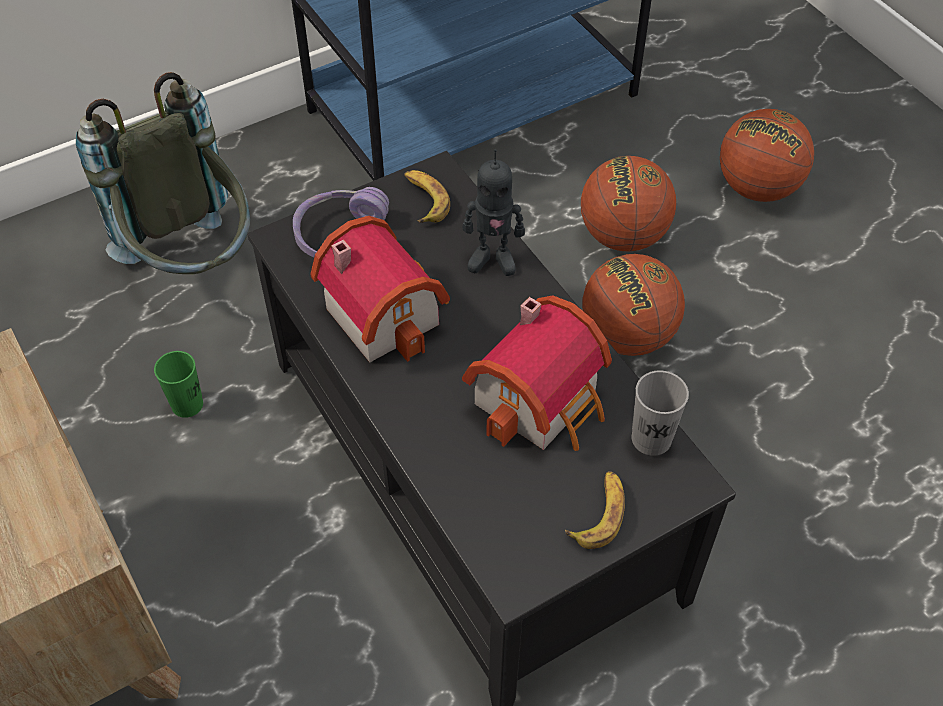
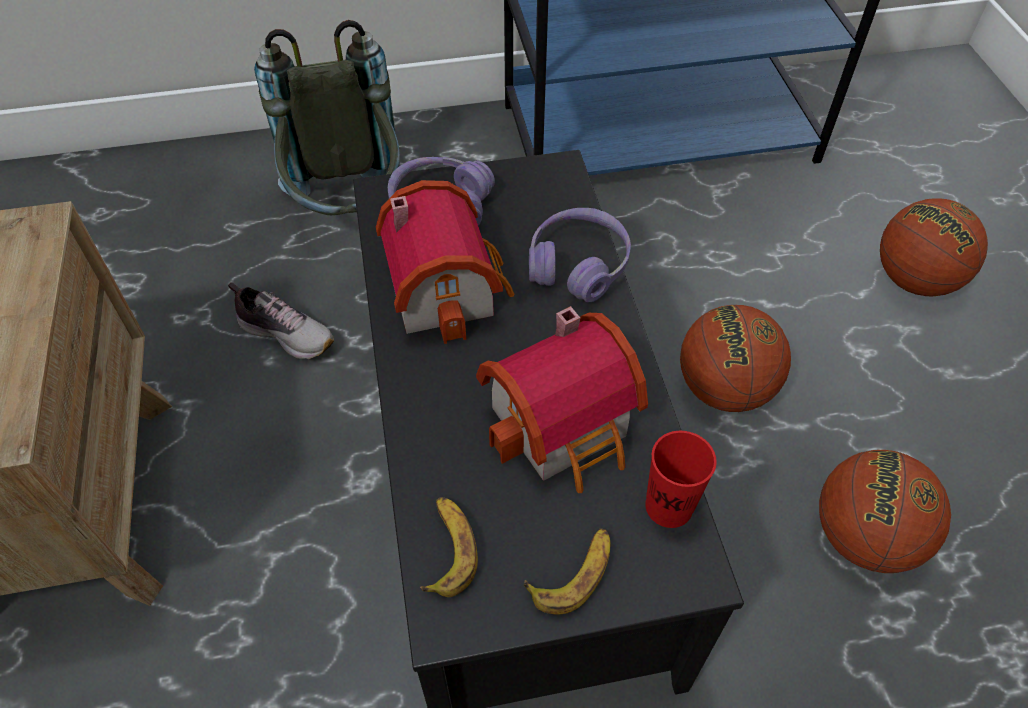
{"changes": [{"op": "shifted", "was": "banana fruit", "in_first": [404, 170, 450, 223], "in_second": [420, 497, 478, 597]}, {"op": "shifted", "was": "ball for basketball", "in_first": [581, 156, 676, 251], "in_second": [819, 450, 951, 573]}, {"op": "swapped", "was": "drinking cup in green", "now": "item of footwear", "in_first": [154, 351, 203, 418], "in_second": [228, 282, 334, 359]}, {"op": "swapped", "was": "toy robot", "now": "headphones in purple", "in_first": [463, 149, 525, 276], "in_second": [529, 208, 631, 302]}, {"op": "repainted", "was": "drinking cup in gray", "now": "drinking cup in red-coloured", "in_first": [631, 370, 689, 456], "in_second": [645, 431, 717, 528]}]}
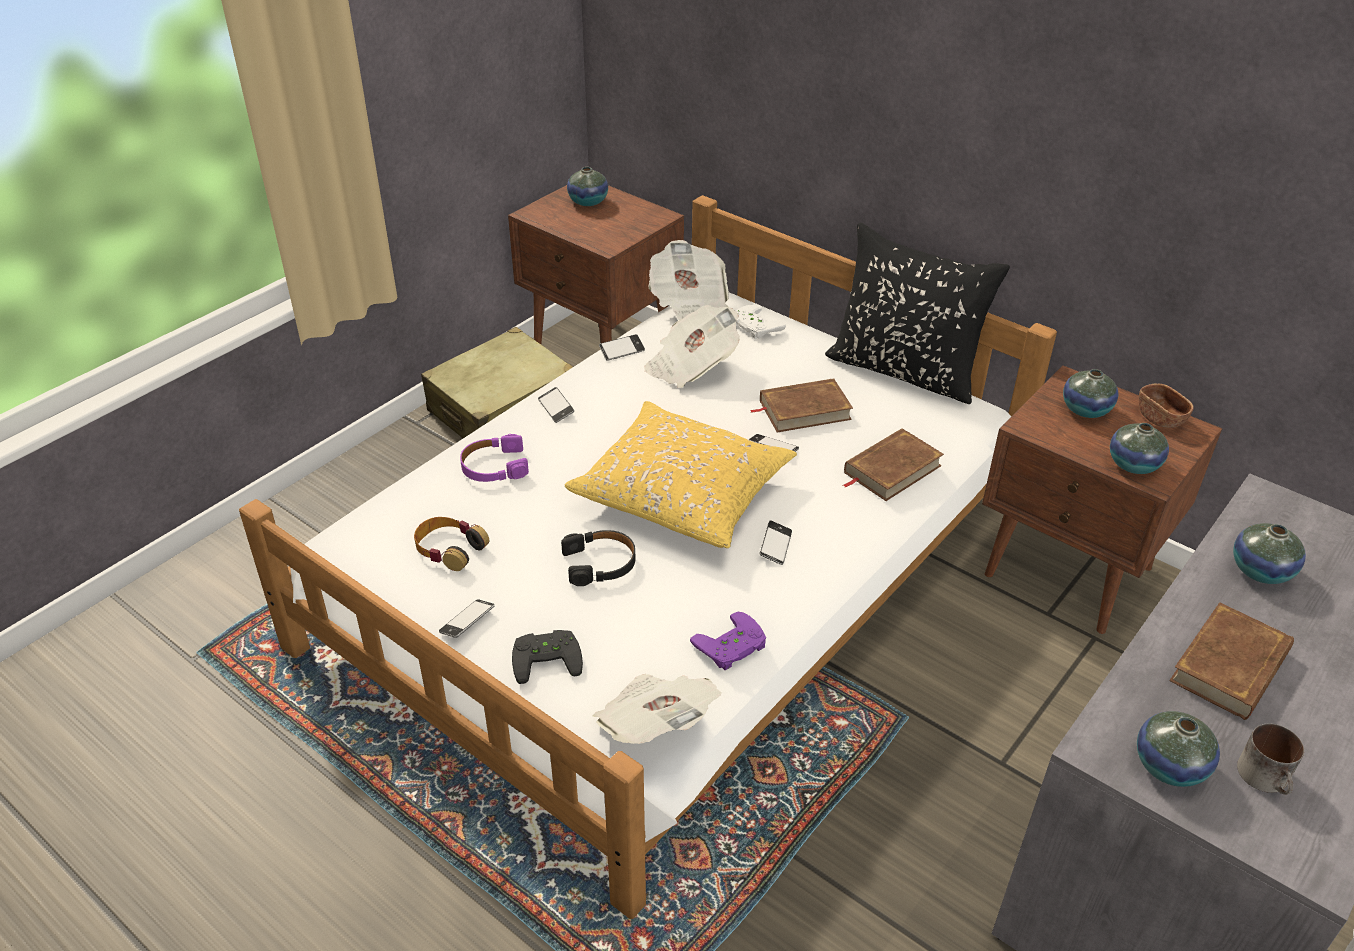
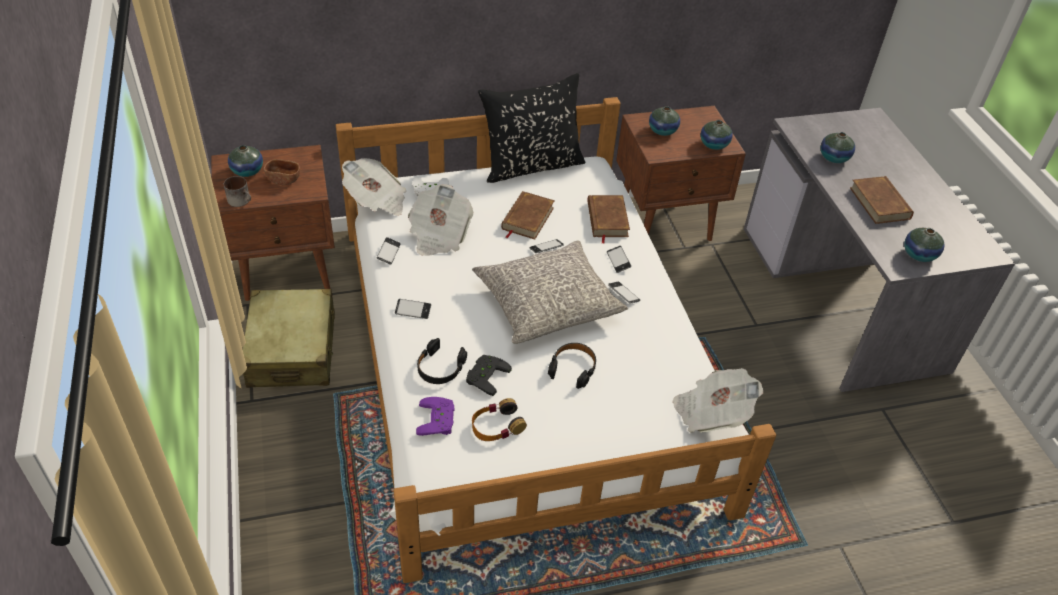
{"changes": [{"op": "shifted", "was": "telephone", "in_first": [439, 599, 494, 638], "in_second": [607, 246, 631, 273]}, {"op": "shifted", "was": "joypad in blackish", "in_first": [512, 630, 583, 684], "in_second": [466, 355, 512, 396]}, {"op": "shifted", "was": "joypad in purple", "in_first": [690, 612, 766, 670], "in_second": [416, 397, 454, 436]}, {"op": "shifted", "was": "deep dish in brownish", "in_first": [1139, 384, 1194, 428], "in_second": [264, 159, 300, 185]}, {"op": "shifted", "was": "mug", "in_first": [1237, 724, 1304, 795], "in_second": [224, 176, 251, 207]}, {"op": "repainted", "was": "headphones in purple", "now": "headphones in blackish", "in_first": [460, 434, 529, 482], "in_second": [417, 338, 467, 384]}, {"op": "repainted", "was": "throw pillow in yellow", "now": "throw pillow in gray", "in_first": [565, 401, 797, 548], "in_second": [472, 240, 628, 344]}]}
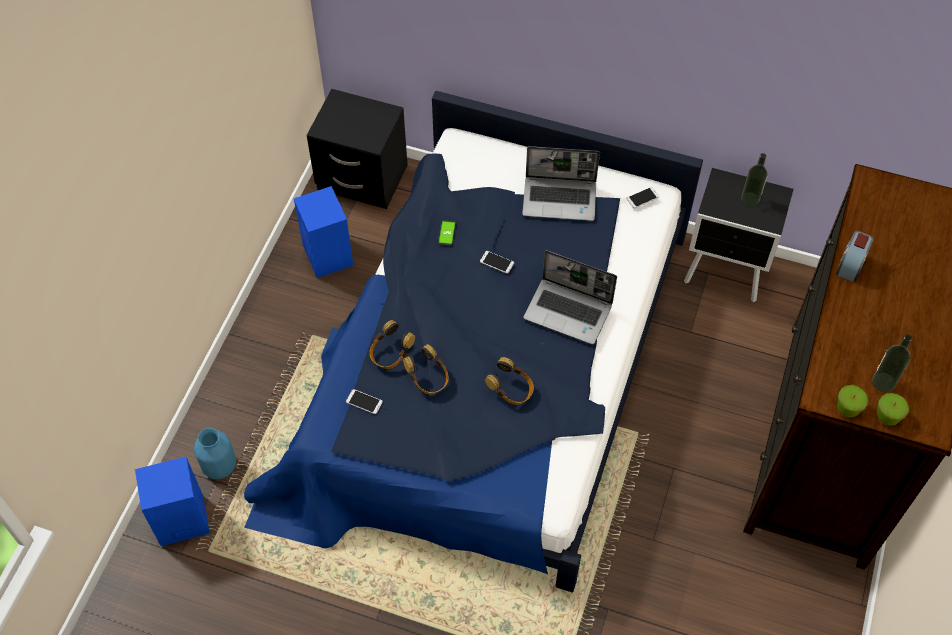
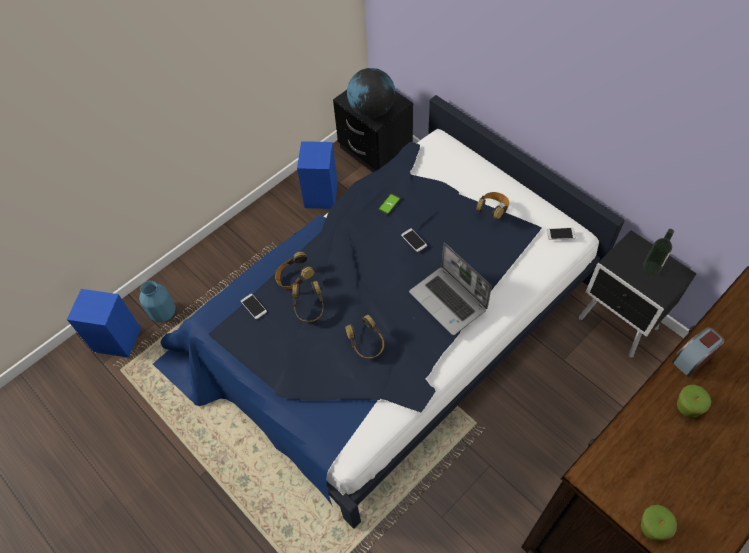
{"changes": [{"op": "gone", "was": "bottle", "in_first": [872, 334, 912, 392]}, {"op": "new", "now": "desk globe", "in_second": [347, 68, 395, 118]}, {"op": "shifted", "was": "apple", "in_first": [837, 385, 868, 417], "in_second": [677, 385, 711, 417]}, {"op": "swapped", "was": "notebook computer", "now": "headphones", "in_first": [522, 146, 600, 221], "in_second": [476, 192, 509, 219]}]}
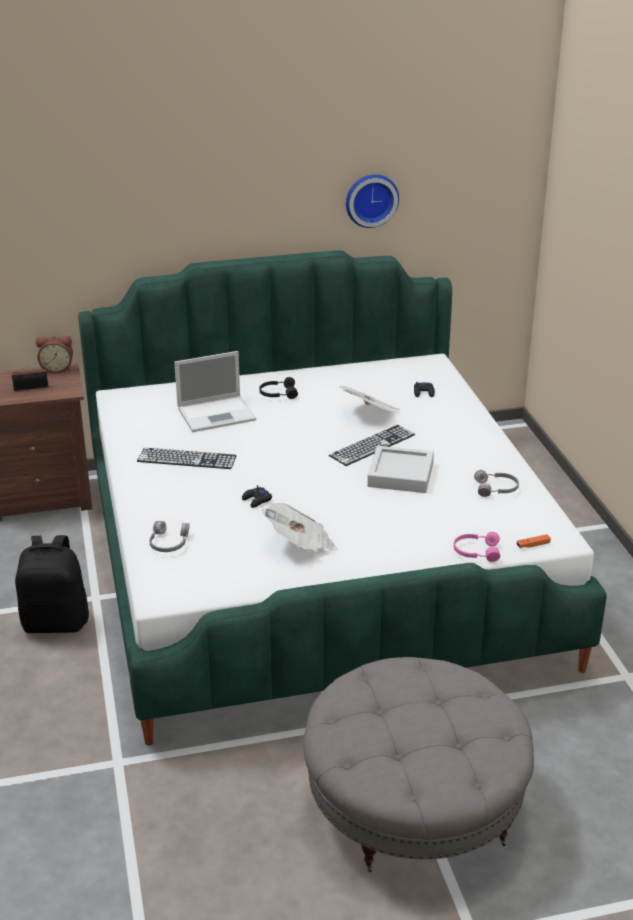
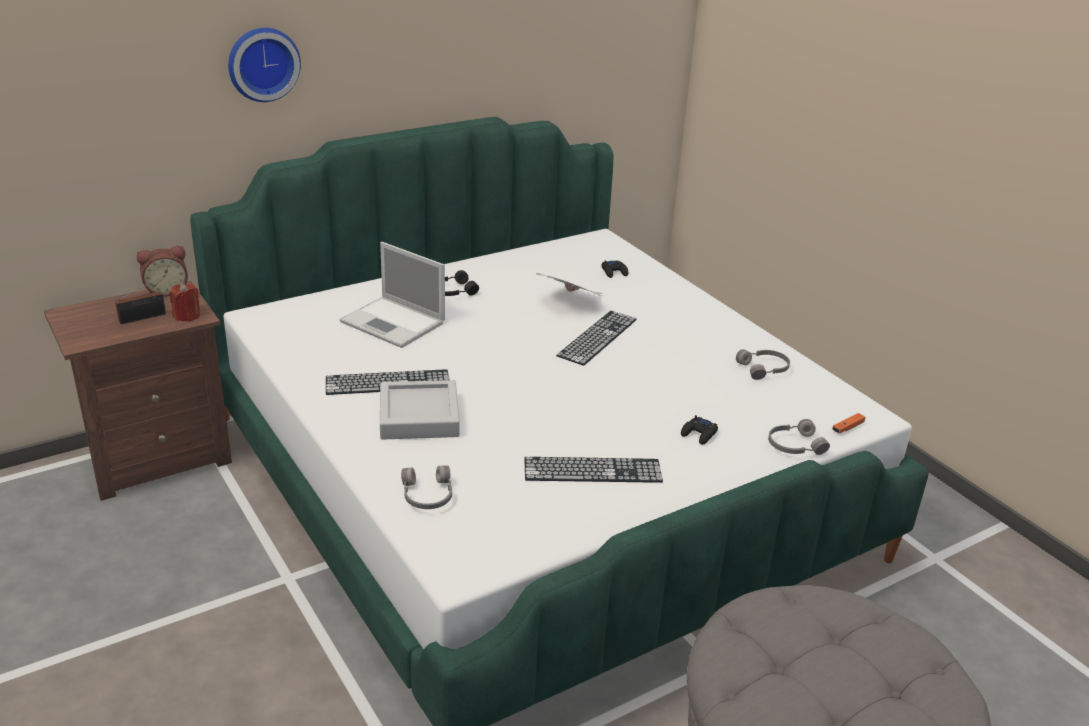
{"changes": [{"op": "gone", "was": "rucksack in blackish", "in_first": [15, 535, 89, 633]}, {"op": "new", "now": "candle in red-coloured", "in_second": [170, 283, 200, 322]}, {"op": "shifted", "was": "joypad in blackish", "in_first": [242, 485, 272, 508], "in_second": [681, 415, 718, 445]}, {"op": "shifted", "was": "wall clock", "in_first": [346, 174, 399, 228], "in_second": [228, 28, 301, 102]}, {"op": "shifted", "was": "tray in gray", "in_first": [367, 446, 434, 493], "in_second": [380, 380, 460, 440]}, {"op": "swapped", "was": "newspaper", "now": "keyboard", "in_first": [262, 503, 338, 552], "in_second": [524, 457, 663, 483]}, {"op": "repainted", "was": "headphones in pink", "now": "headphones in gray", "in_first": [453, 532, 500, 562], "in_second": [768, 419, 830, 455]}, {"op": "rotated", "was": "notebook computer", "in_first": [174, 351, 256, 432], "in_second": [340, 242, 445, 348], "clockwise": 75}]}
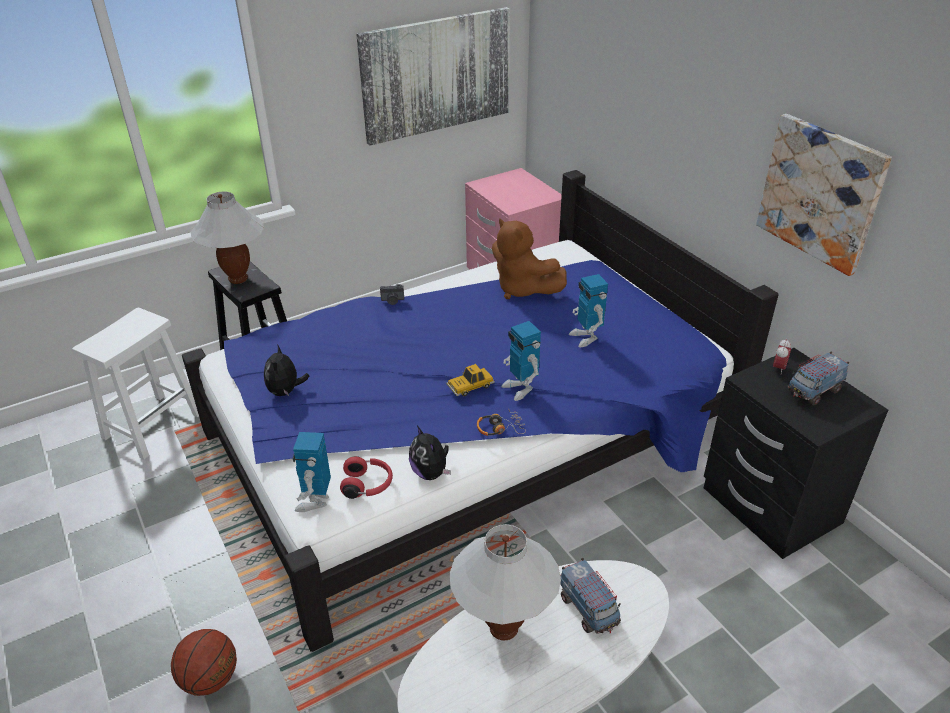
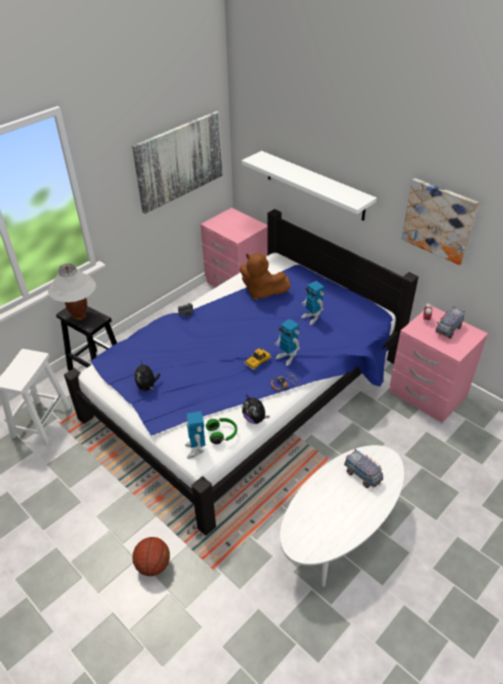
{"changes": [{"op": "gone", "was": "lamp for a table in whitish", "in_first": [450, 524, 561, 641]}, {"op": "new", "now": "shelf in whitish", "in_second": [242, 151, 377, 221]}, {"op": "repainted", "was": "headphones in red-coloured", "now": "headphones in green", "in_first": [340, 456, 393, 499], "in_second": [206, 418, 237, 444]}, {"op": "repainted", "was": "nightstand in blackish", "now": "nightstand in pink", "in_first": [704, 348, 888, 559], "in_second": [389, 306, 488, 423]}]}
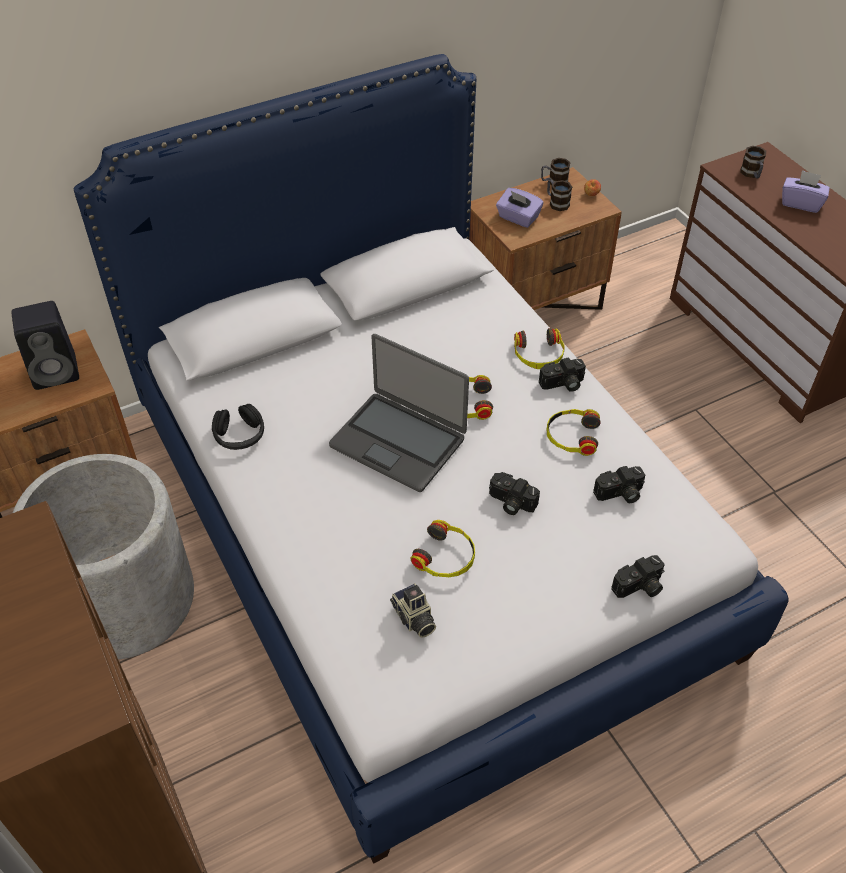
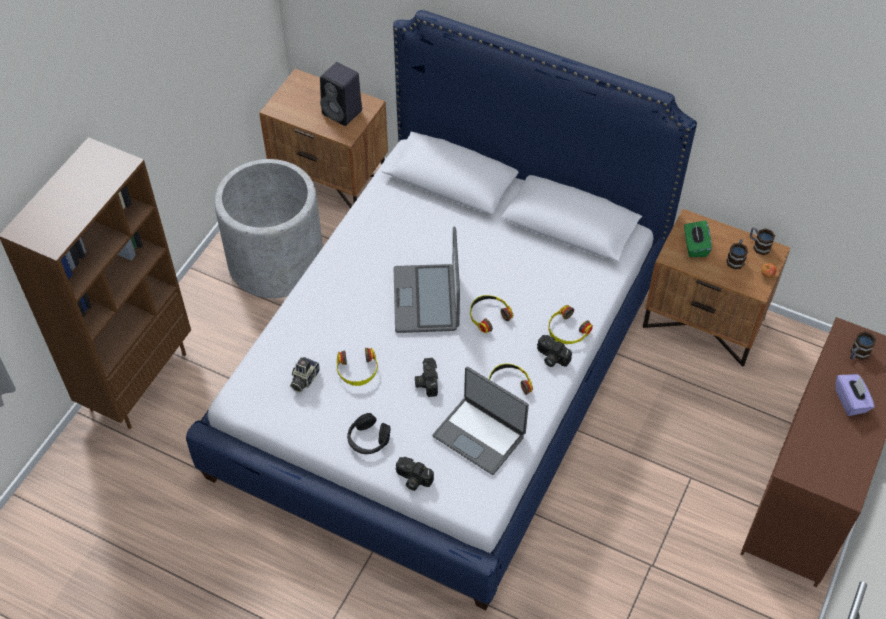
{"changes": [{"op": "shifted", "was": "headphones in blackish", "in_first": [212, 404, 264, 450], "in_second": [347, 413, 390, 454]}, {"op": "swapped", "was": "still camera", "now": "notebook computer", "in_first": [593, 466, 645, 503], "in_second": [432, 367, 529, 475]}, {"op": "repainted", "was": "tissue holder in purple", "now": "tissue holder in green", "in_first": [496, 188, 544, 228], "in_second": [684, 220, 712, 257]}]}
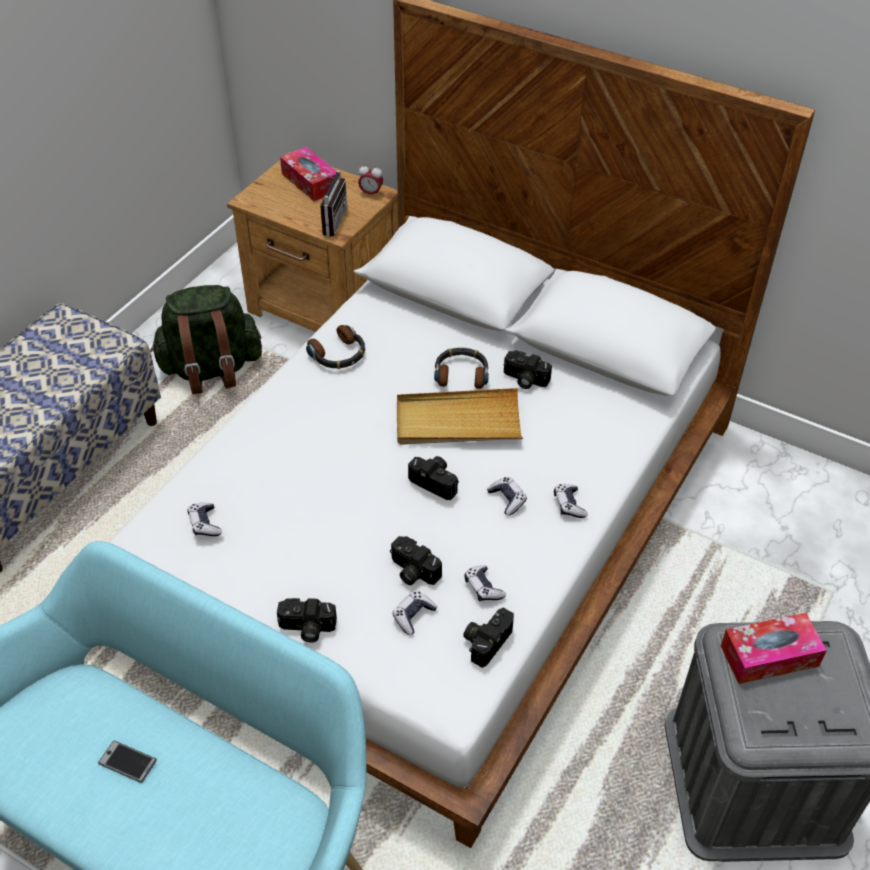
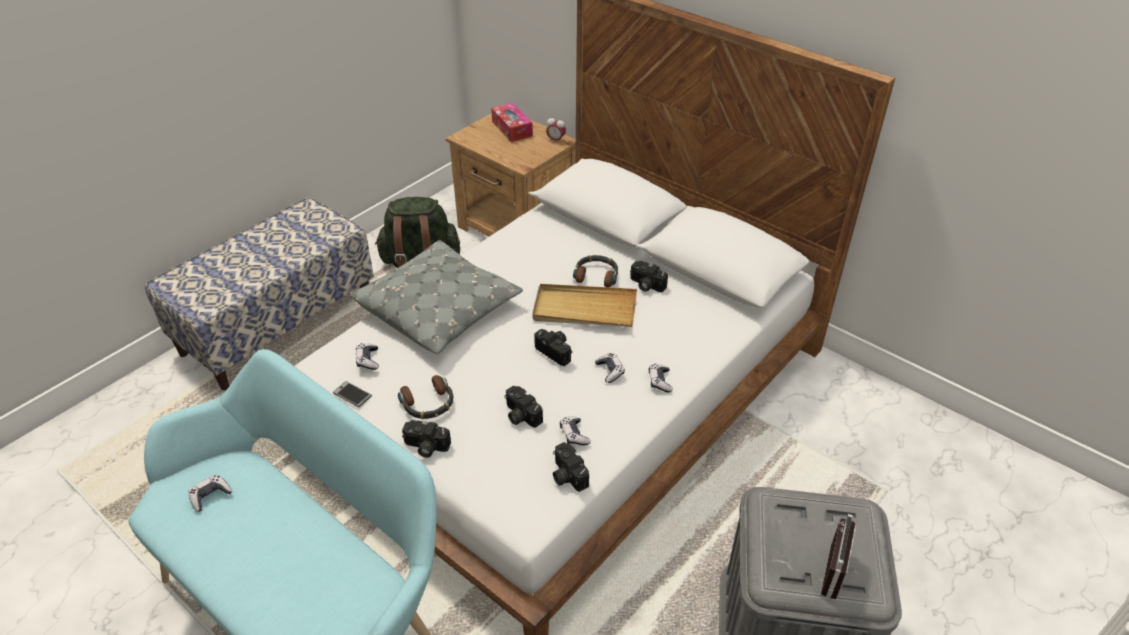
{"changes": [{"op": "gone", "was": "tissue holder", "in_first": [721, 613, 827, 684]}, {"op": "new", "now": "throw pillow in gray", "in_second": [350, 240, 523, 354]}, {"op": "shifted", "was": "telephone", "in_first": [98, 740, 157, 783], "in_second": [333, 381, 372, 407]}, {"op": "shifted", "was": "headphones", "in_first": [306, 325, 365, 369], "in_second": [398, 375, 454, 419]}, {"op": "shifted", "was": "radio set", "in_first": [310, 171, 347, 237], "in_second": [821, 514, 856, 599]}, {"op": "shifted", "was": "joypad", "in_first": [392, 591, 437, 635], "in_second": [189, 474, 232, 512]}, {"op": "rotated", "was": "still camera", "in_first": [463, 608, 514, 668], "in_second": [553, 442, 589, 492], "clockwise": -75}]}
